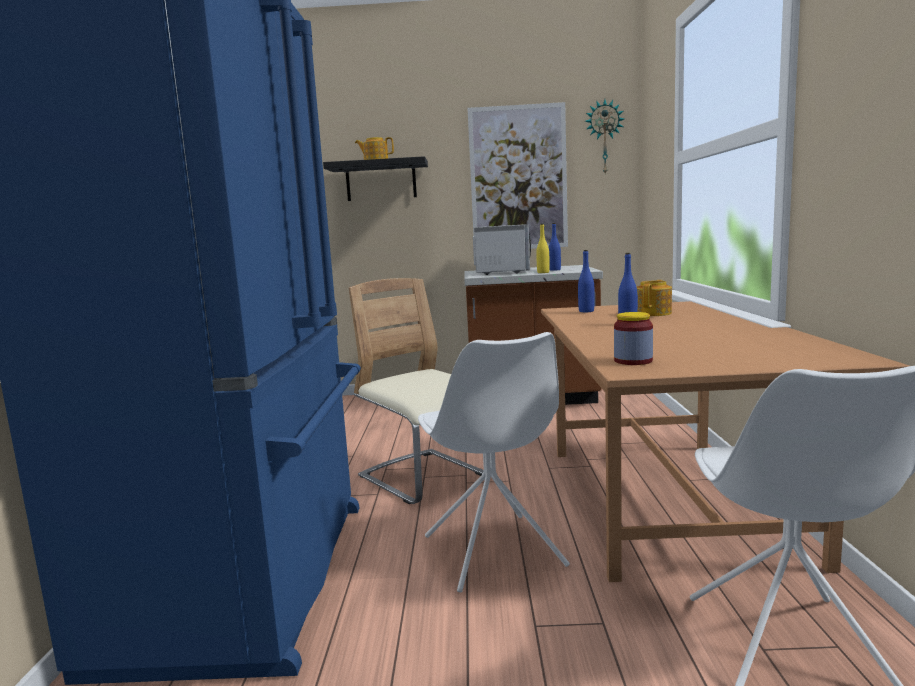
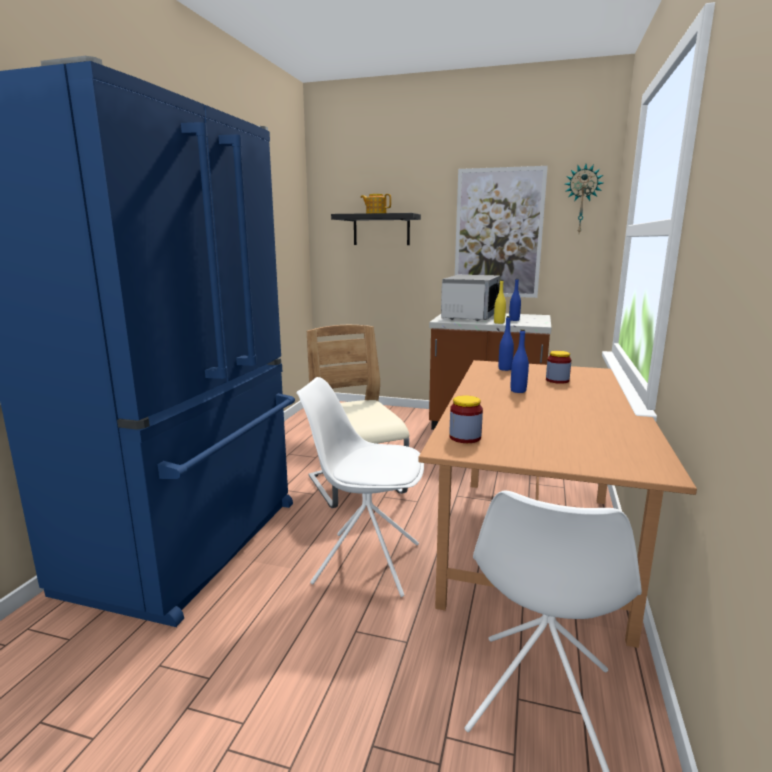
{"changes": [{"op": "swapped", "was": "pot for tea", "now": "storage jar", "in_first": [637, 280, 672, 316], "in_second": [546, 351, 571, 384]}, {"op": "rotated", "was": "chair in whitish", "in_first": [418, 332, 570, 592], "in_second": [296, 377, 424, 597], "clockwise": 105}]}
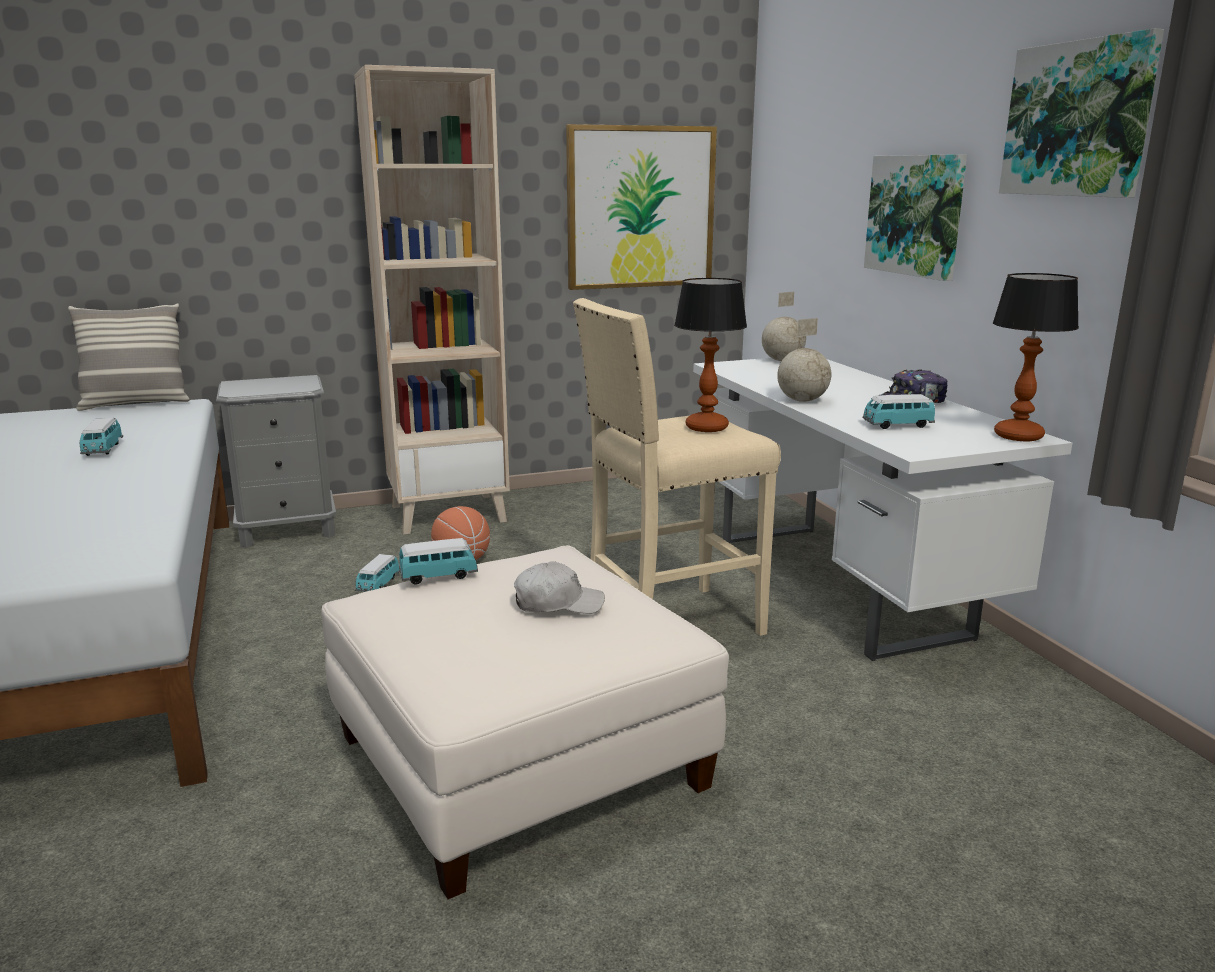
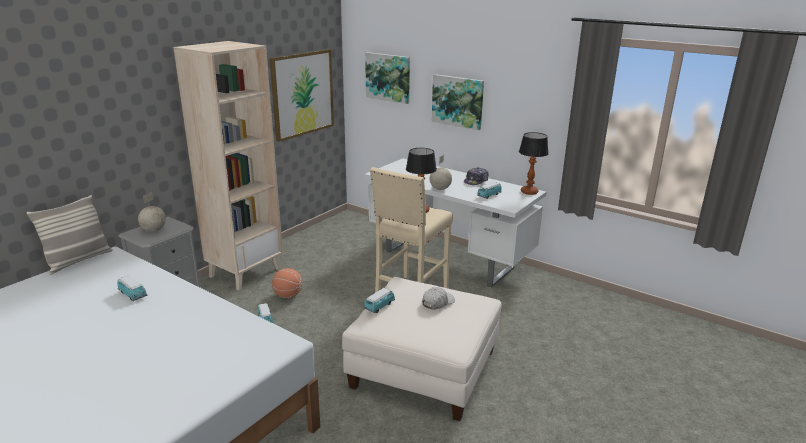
{"changes": [{"op": "shifted", "was": "desk globe", "in_first": [762, 292, 806, 361], "in_second": [138, 192, 166, 232]}, {"op": "shifted", "was": "wall picture", "in_first": [999, 28, 1164, 198], "in_second": [365, 52, 410, 104]}]}
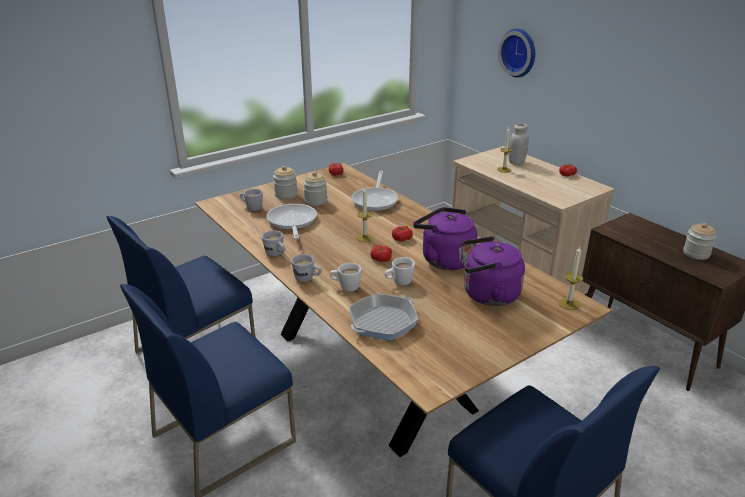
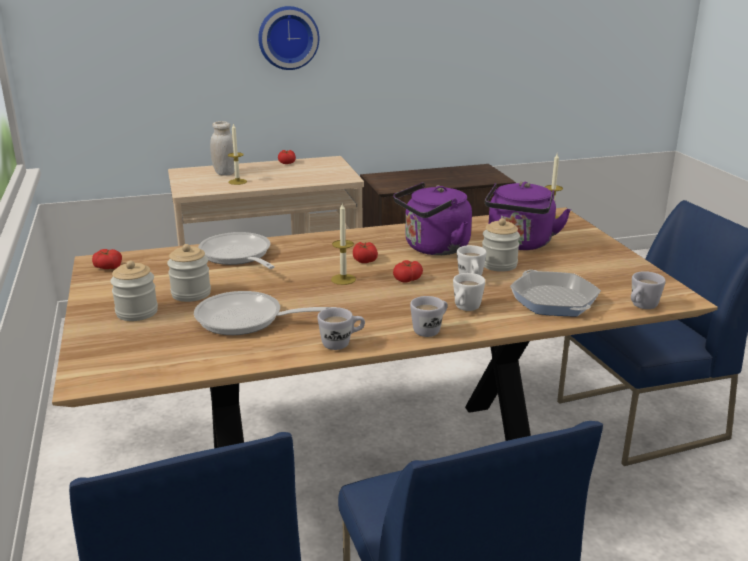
{"changes": [{"op": "shifted", "was": "mug in whitish", "in_first": [240, 189, 263, 211], "in_second": [631, 271, 666, 309]}, {"op": "shifted", "was": "wall clock", "in_first": [498, 28, 535, 78], "in_second": [258, 6, 319, 70]}, {"op": "shifted", "was": "storage jar", "in_first": [683, 223, 717, 260], "in_second": [482, 218, 520, 272]}, {"op": "rotated", "was": "skillet", "in_first": [351, 171, 399, 211], "in_second": [198, 232, 275, 269], "clockwise": -150}]}
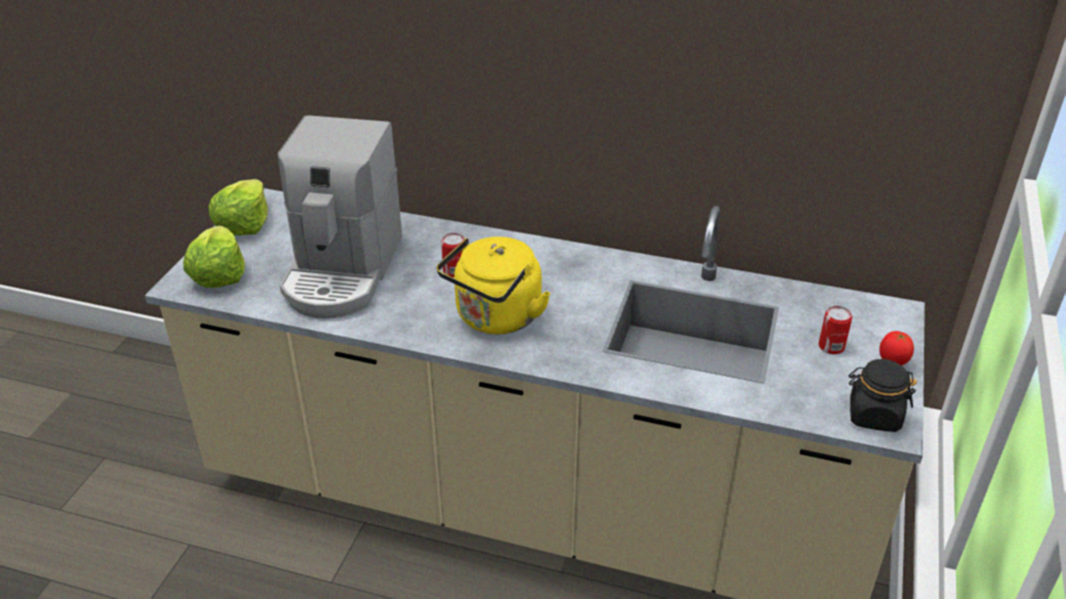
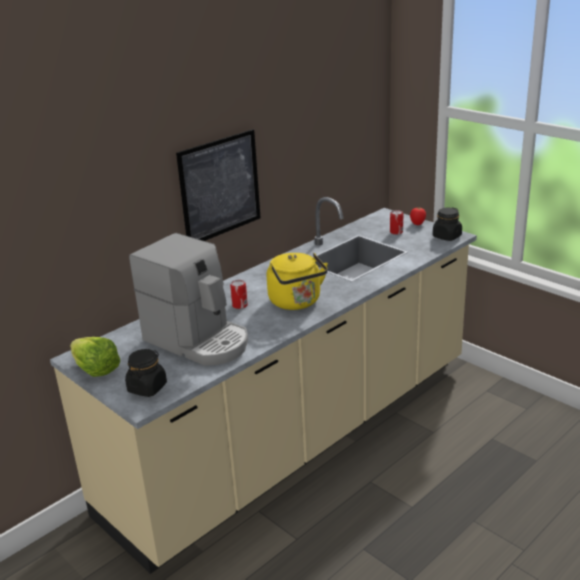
{"changes": [{"op": "new", "now": "wall picture", "in_second": [176, 129, 261, 241]}, {"op": "swapped", "was": "lettuce head", "now": "storage jar in blackish", "in_first": [183, 226, 245, 288], "in_second": [125, 349, 167, 397]}]}
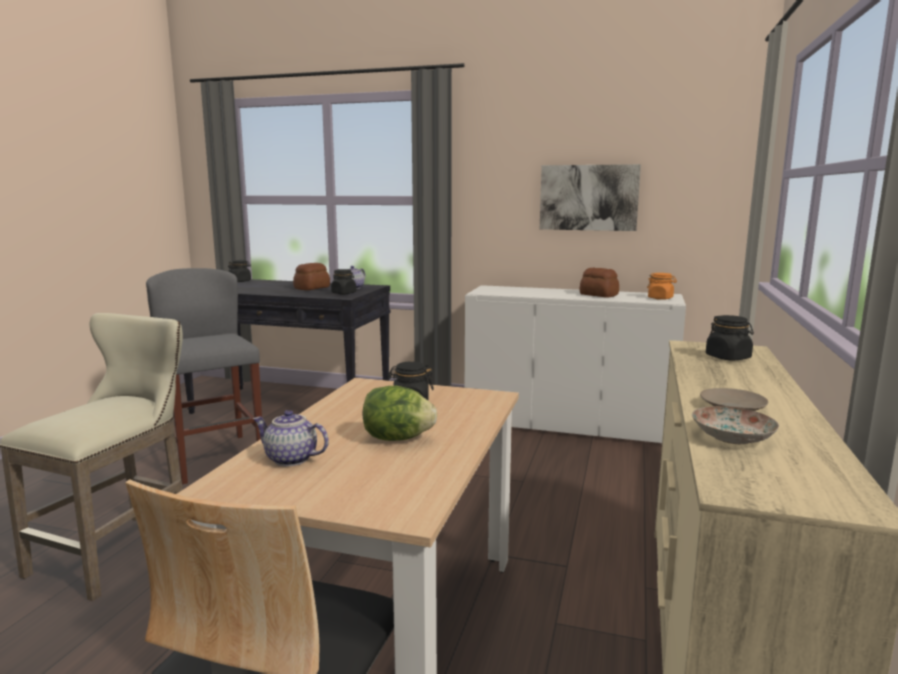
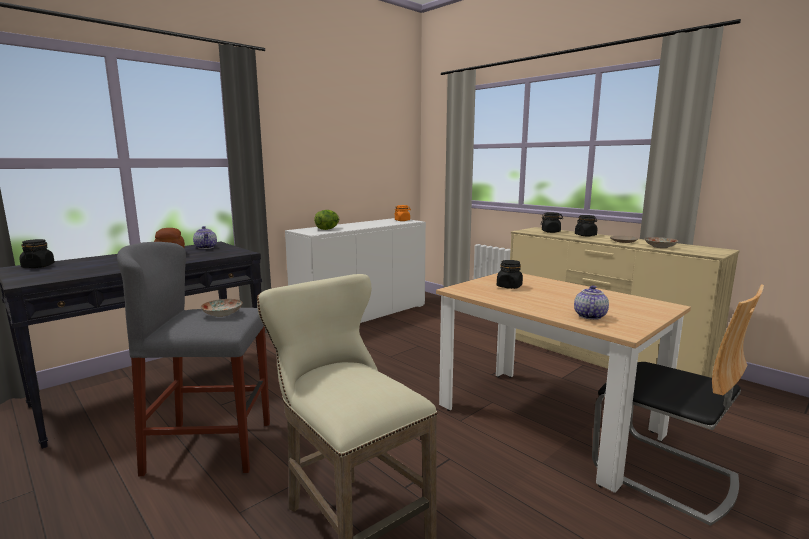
{"changes": [{"op": "gone", "was": "wall picture", "in_first": [540, 164, 641, 231]}, {"op": "gone", "was": "baked bread", "in_first": [579, 268, 619, 298]}, {"op": "new", "now": "flat dish", "in_second": [201, 299, 243, 317]}, {"op": "shifted", "was": "storage jar in blackish", "in_first": [331, 269, 356, 294], "in_second": [575, 215, 598, 236]}, {"op": "shifted", "was": "lettuce head", "in_first": [363, 386, 437, 441], "in_second": [314, 210, 339, 230]}, {"op": "rotated", "was": "pot for tea", "in_first": [253, 410, 329, 466], "in_second": [574, 285, 609, 320], "clockwise": 150}]}
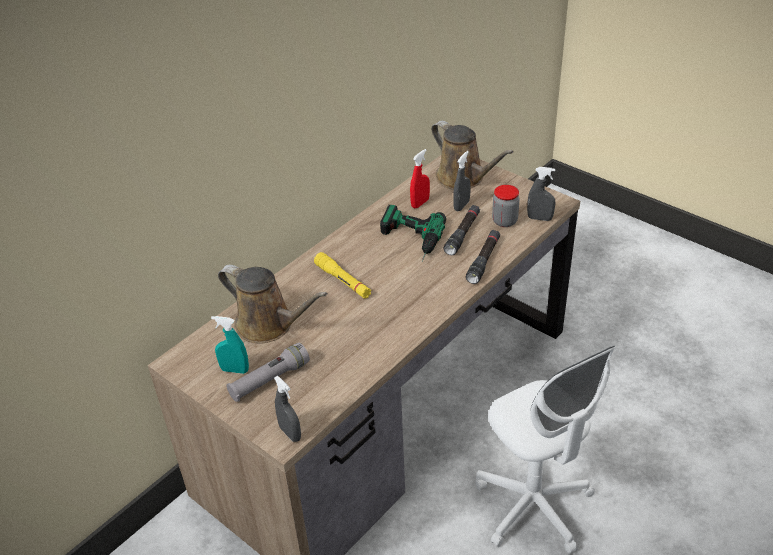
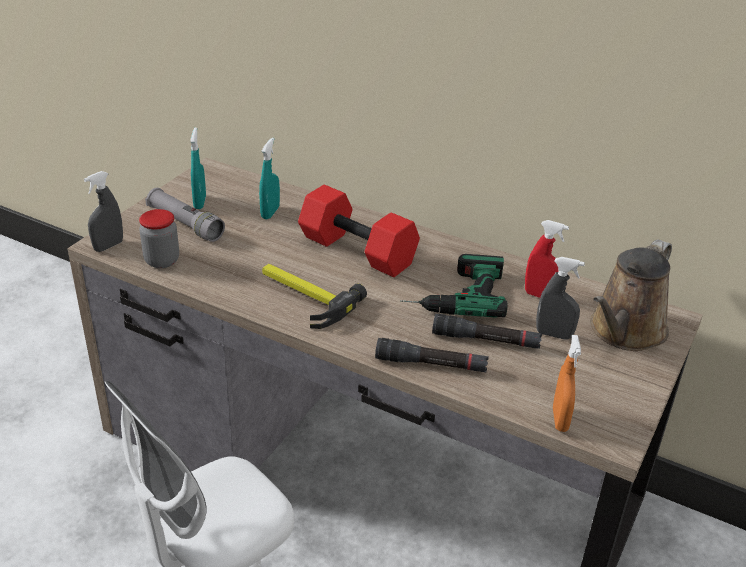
{"changes": [{"op": "new", "now": "tool hammer", "in_second": [262, 264, 367, 329]}, {"op": "shifted", "was": "storage jar", "in_first": [492, 185, 520, 227], "in_second": [139, 209, 179, 268]}, {"op": "swapped", "was": "watering can in brownish", "now": "hand sprayer in blue-green", "in_first": [218, 265, 328, 344], "in_second": [259, 138, 280, 219]}, {"op": "swapped", "was": "hand torch in yellow", "now": "free weight in red-coloured", "in_first": [314, 252, 371, 299], "in_second": [298, 185, 420, 277]}, {"op": "repainted", "was": "hand sprayer in gray", "now": "hand sprayer in orange-coloured", "in_first": [527, 167, 555, 221], "in_second": [553, 335, 581, 432]}]}
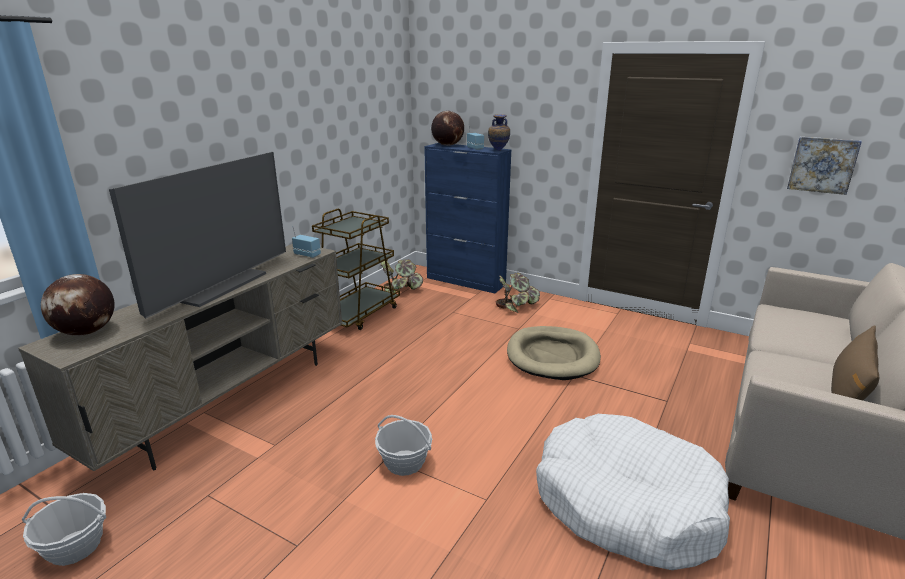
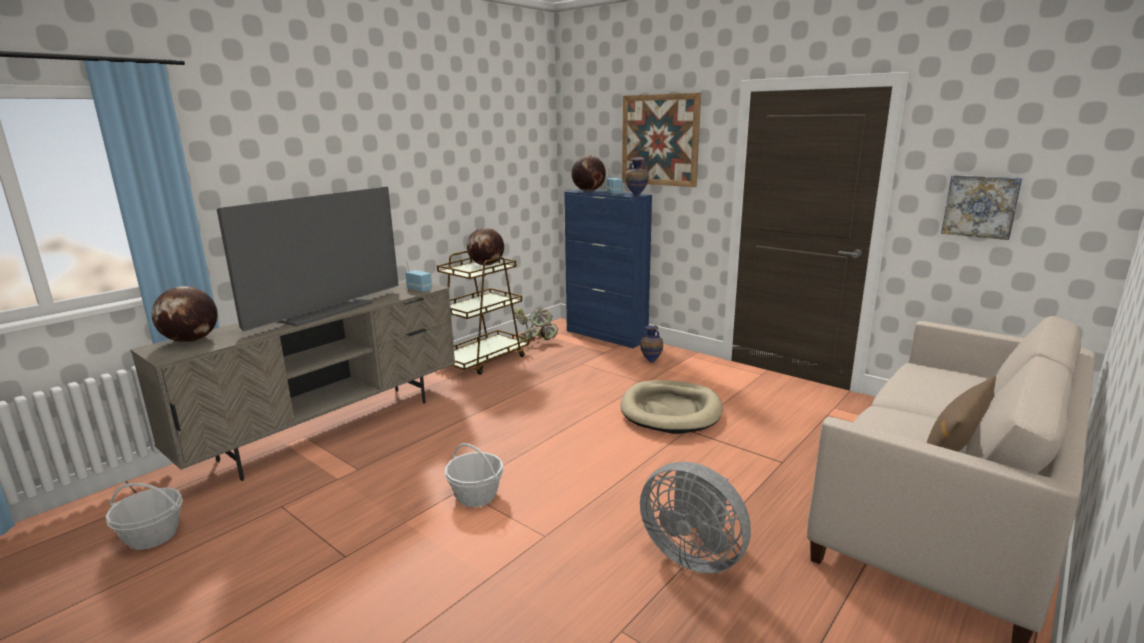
{"changes": [{"op": "new", "now": "desk globe", "in_second": [467, 228, 504, 266]}, {"op": "new", "now": "wall picture", "in_second": [622, 93, 701, 187]}, {"op": "swapped", "was": "potted plant", "now": "decorative vase", "in_first": [496, 273, 540, 313], "in_second": [640, 325, 663, 363]}, {"op": "swapped", "was": "pet bed in whitish", "now": "electric fan in gray", "in_first": [536, 414, 730, 570], "in_second": [640, 461, 751, 574]}]}
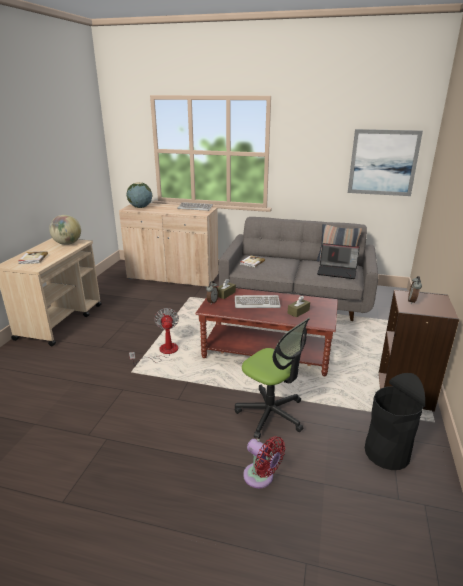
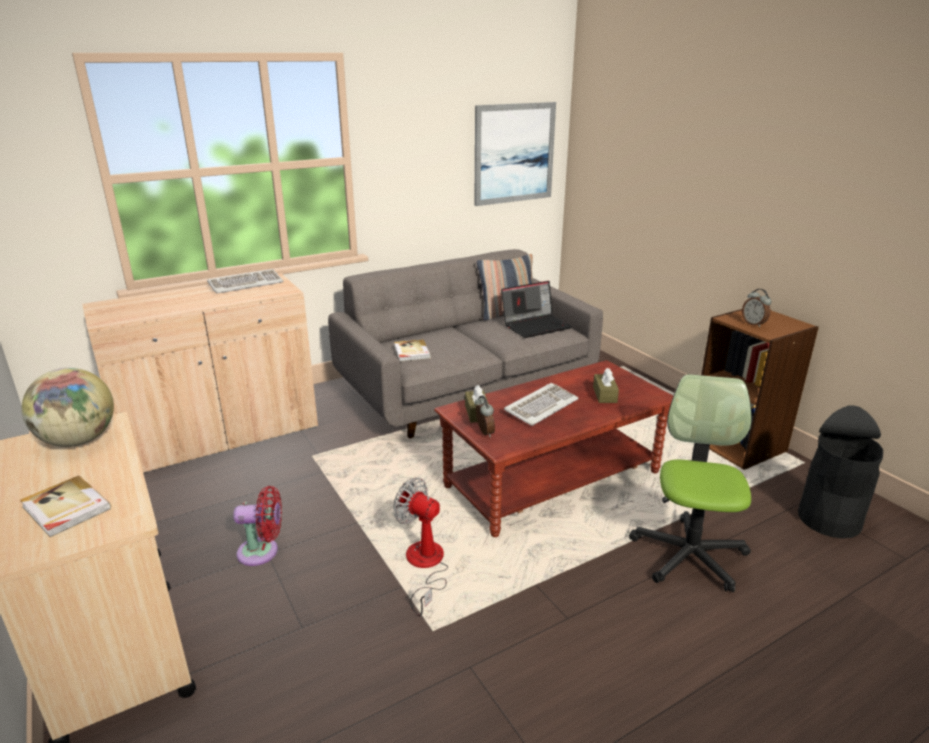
{"changes": [{"op": "gone", "was": "desk globe", "in_first": [126, 182, 153, 208]}, {"op": "shifted", "was": "electric fan in red-coloured", "in_first": [243, 436, 285, 488], "in_second": [233, 486, 282, 566]}, {"op": "rotated", "was": "computer chair", "in_first": [235, 318, 310, 439], "in_second": [629, 374, 752, 592], "clockwise": -75}]}
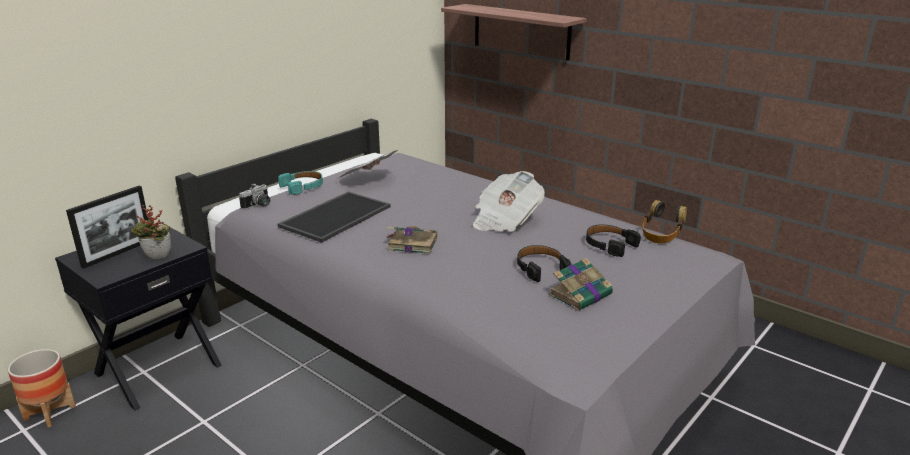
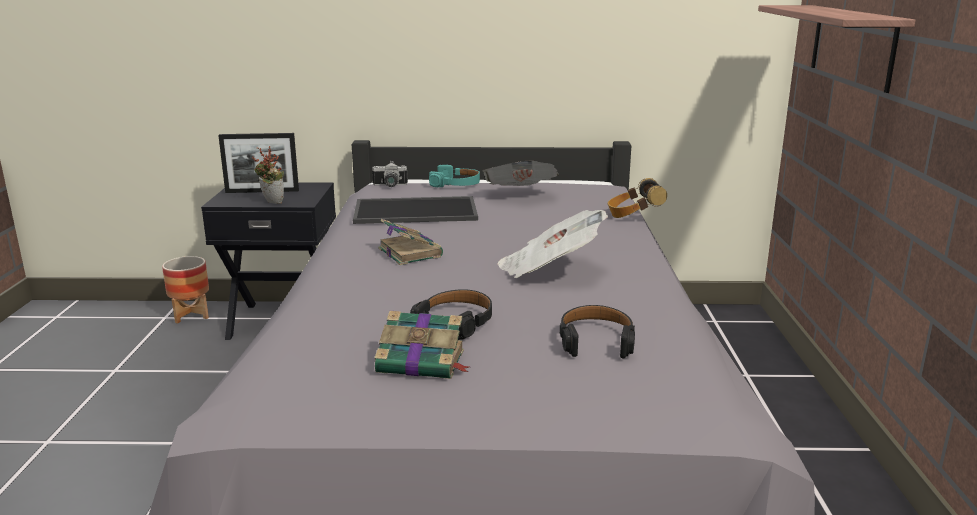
{"changes": [{"op": "shifted", "was": "headphones", "in_first": [643, 200, 687, 244], "in_second": [608, 178, 667, 218]}]}
